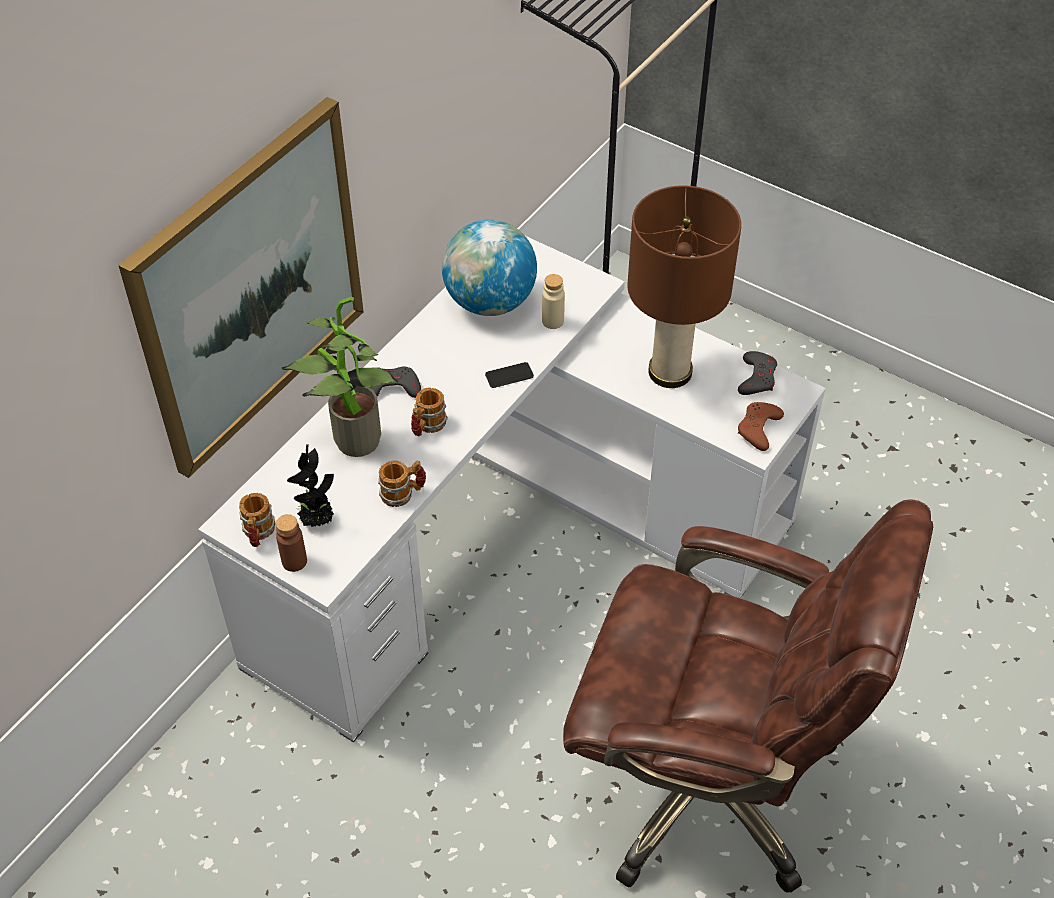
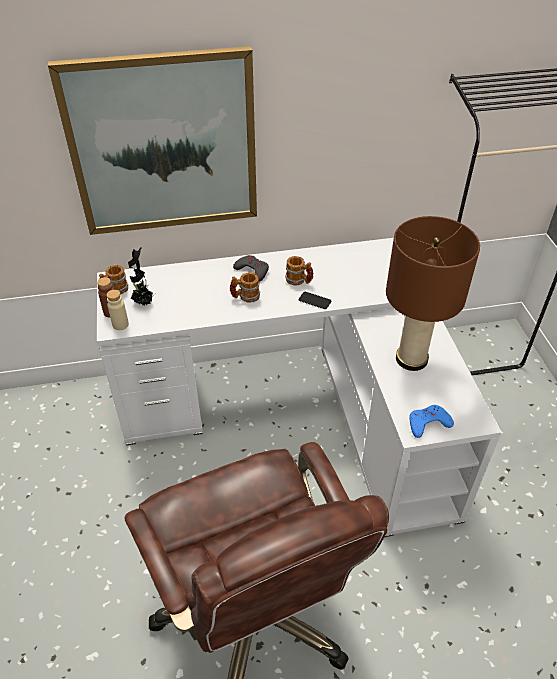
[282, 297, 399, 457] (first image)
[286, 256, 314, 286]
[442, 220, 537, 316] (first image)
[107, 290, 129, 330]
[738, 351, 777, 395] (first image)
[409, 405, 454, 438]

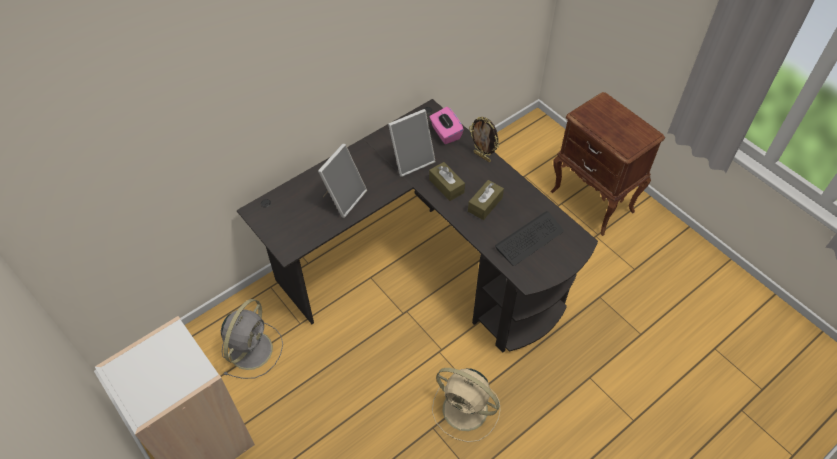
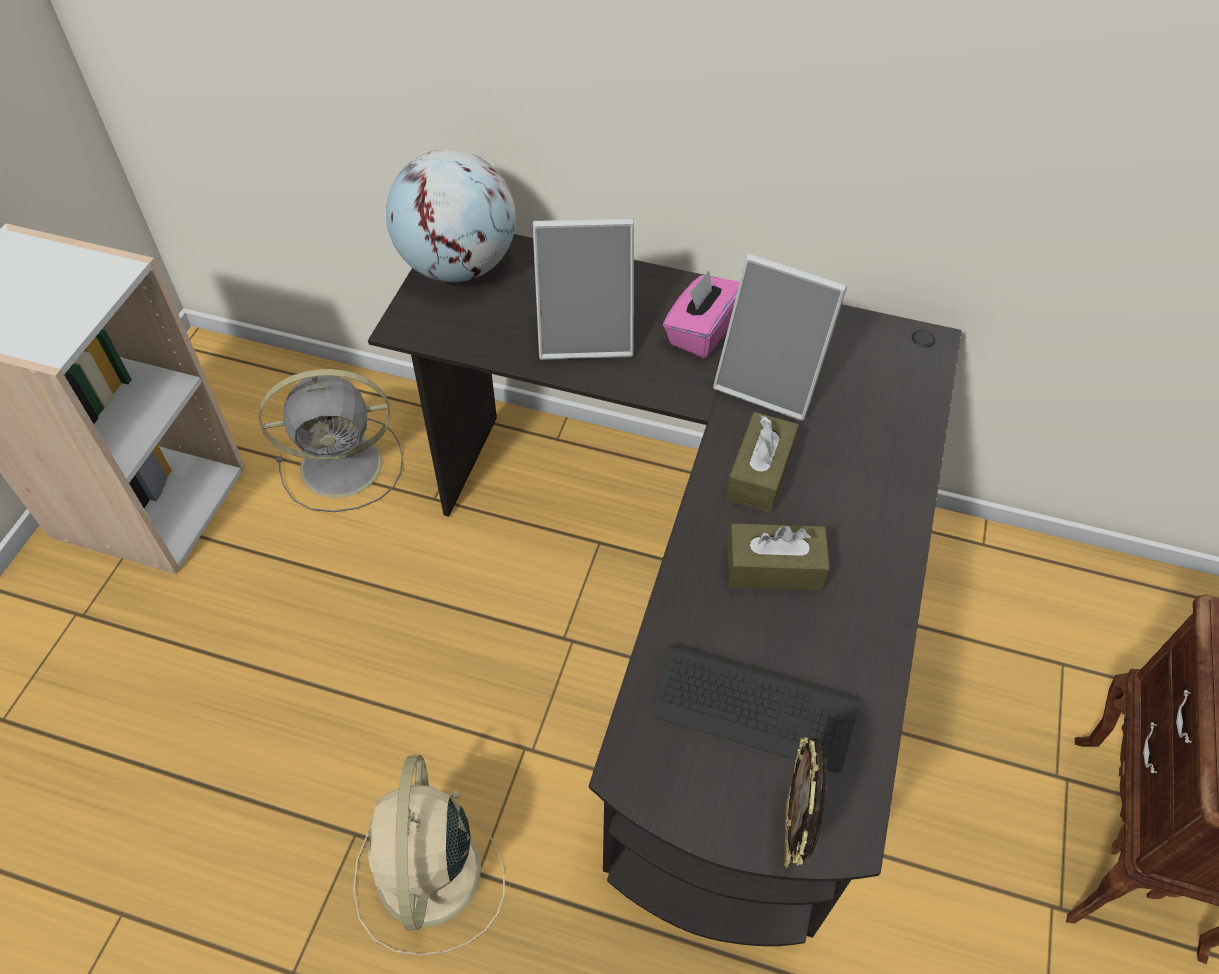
[663, 270, 740, 358]
[784, 737, 827, 869]
[386, 149, 516, 282]

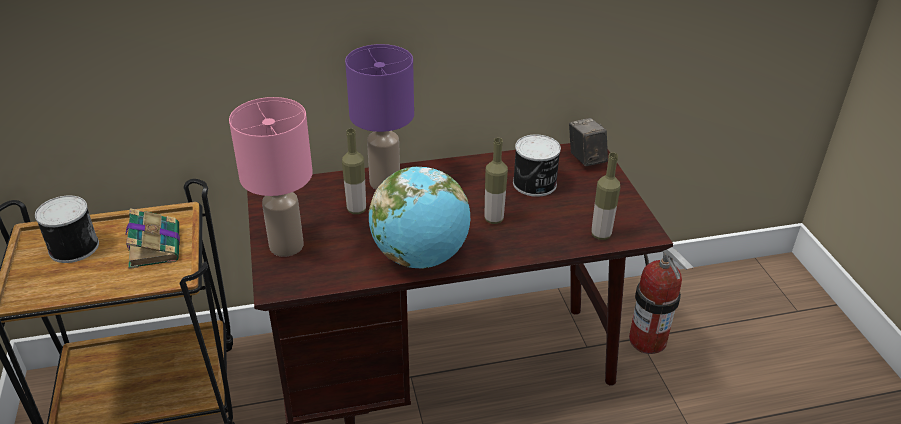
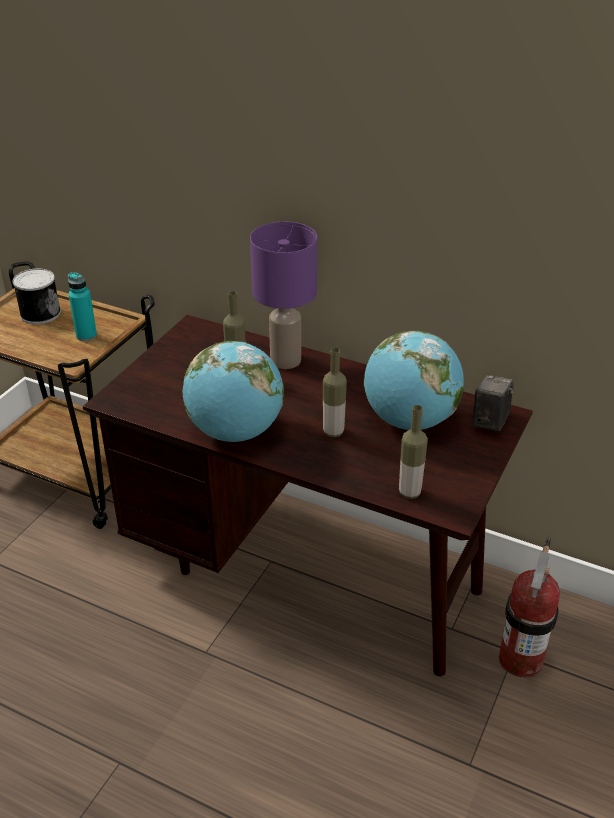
[68, 272, 97, 341]
[229, 97, 313, 257] (first image)
[364, 331, 464, 430]

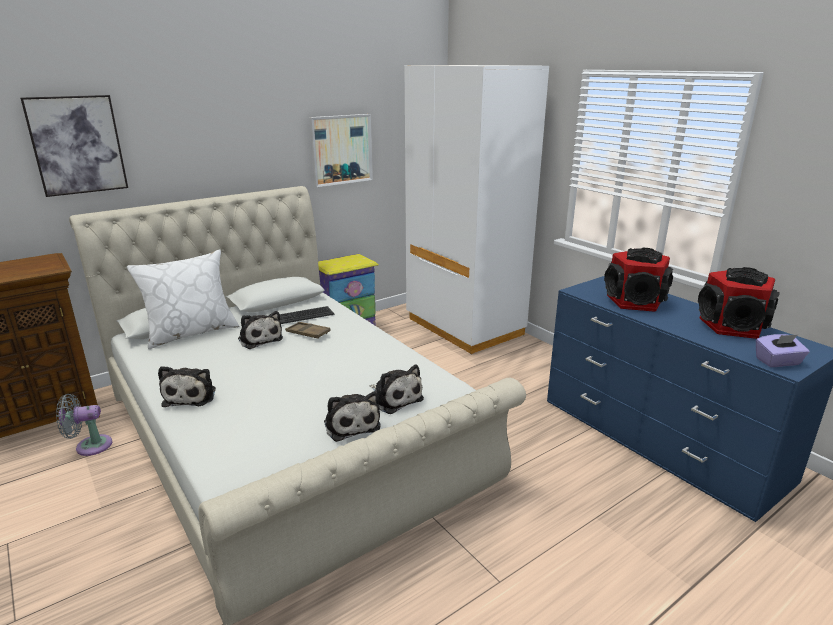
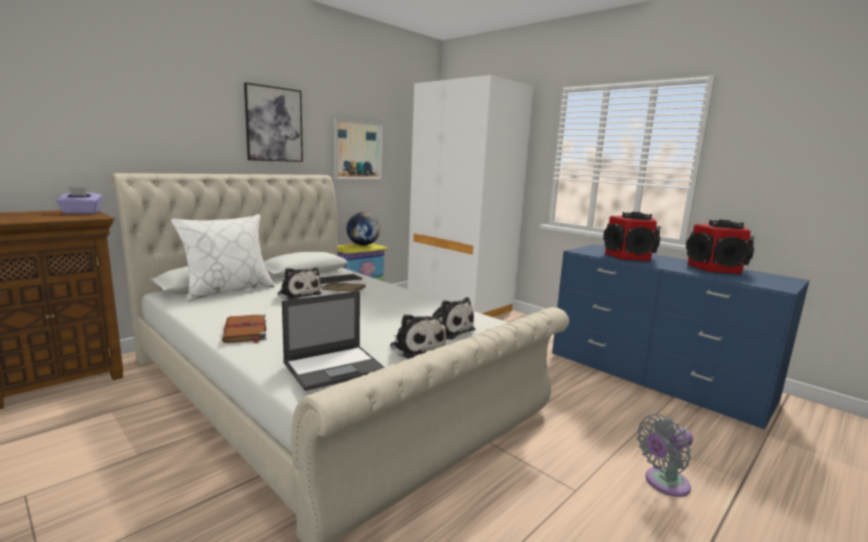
[244, 82, 303, 162]
[637, 414, 693, 497]
[222, 314, 266, 343]
[56, 187, 103, 214]
[282, 291, 385, 391]
[347, 212, 380, 246]

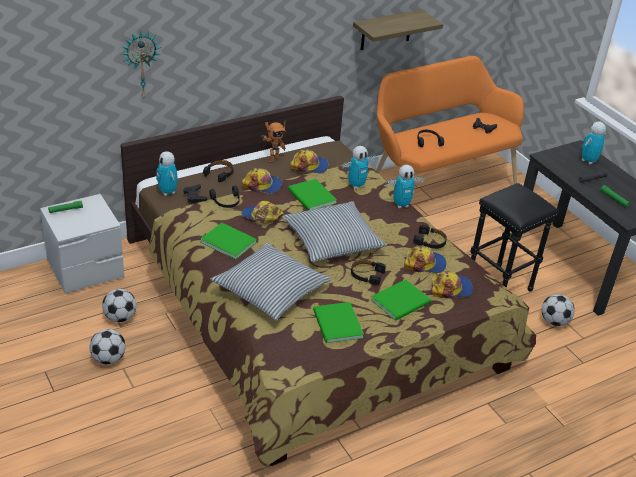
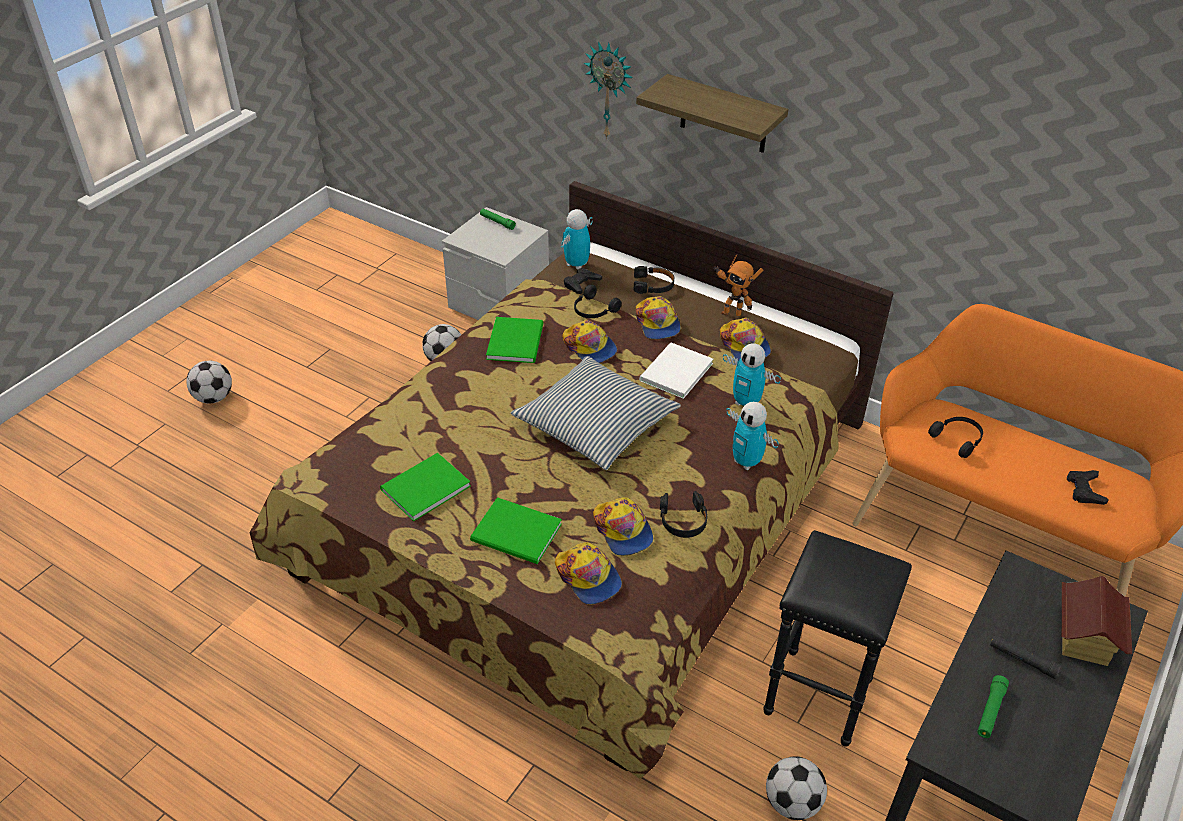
[186, 361, 232, 404]
[210, 243, 331, 320] (first image)
[562, 319, 617, 363]
[639, 343, 713, 399]
[351, 260, 386, 285] (first image)
[636, 74, 789, 153]
[1062, 576, 1132, 666]

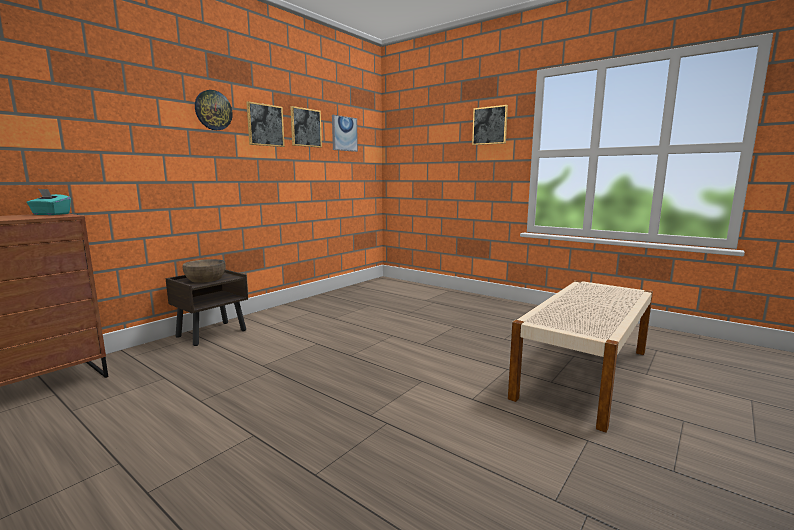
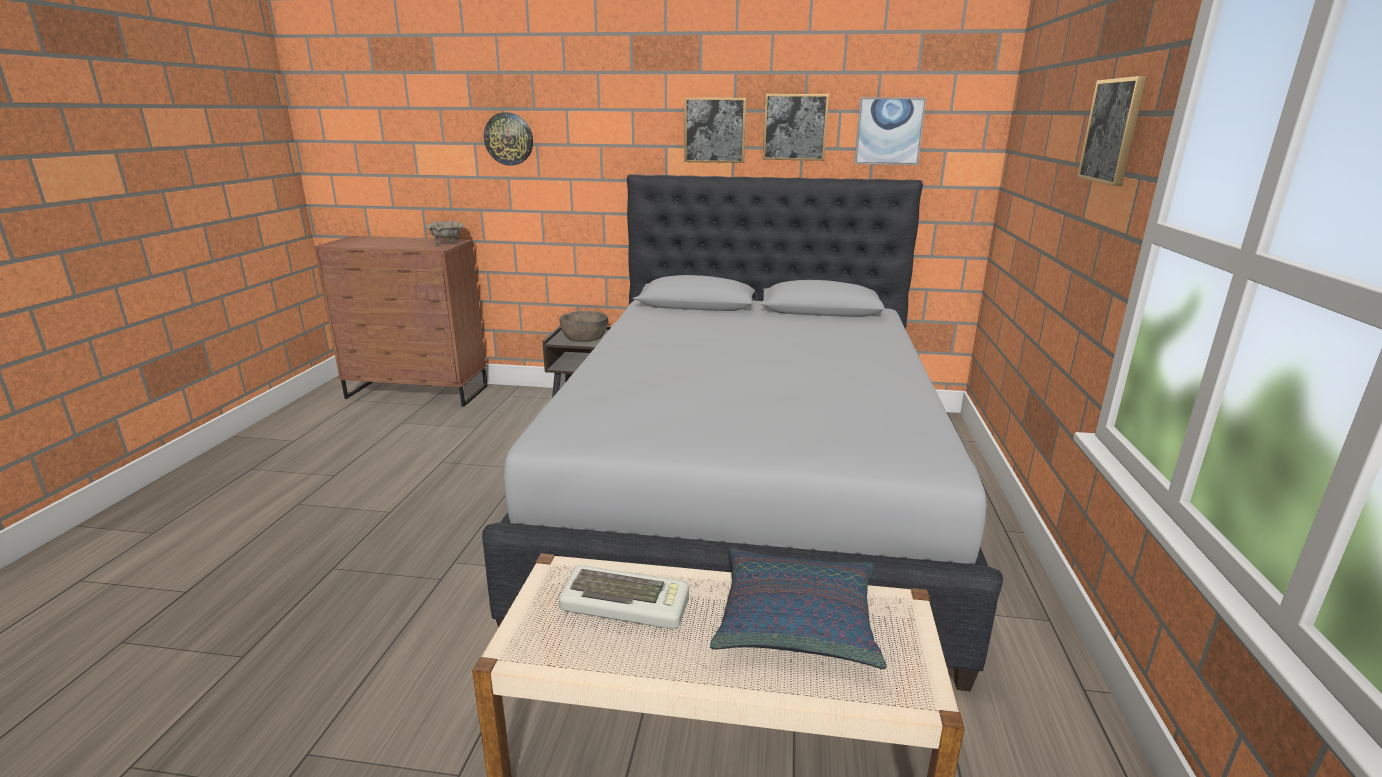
[425, 221, 464, 246]
[484, 112, 533, 166]
[482, 174, 1003, 691]
[559, 565, 689, 629]
[710, 548, 887, 669]

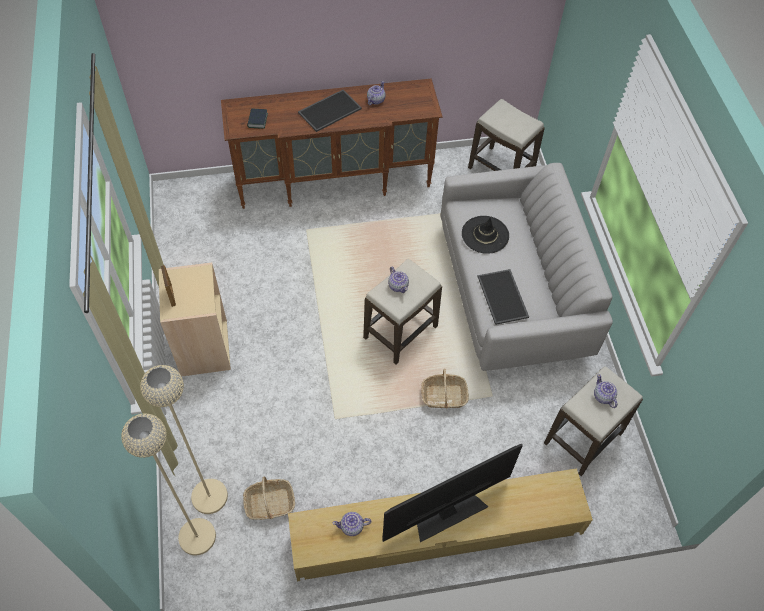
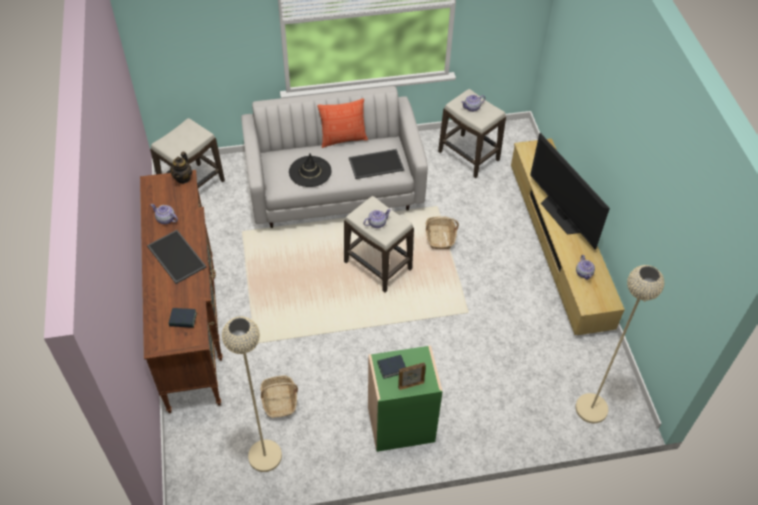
[222, 317, 282, 472]
[368, 345, 443, 452]
[260, 375, 298, 418]
[170, 152, 192, 184]
[317, 98, 368, 148]
[378, 355, 406, 379]

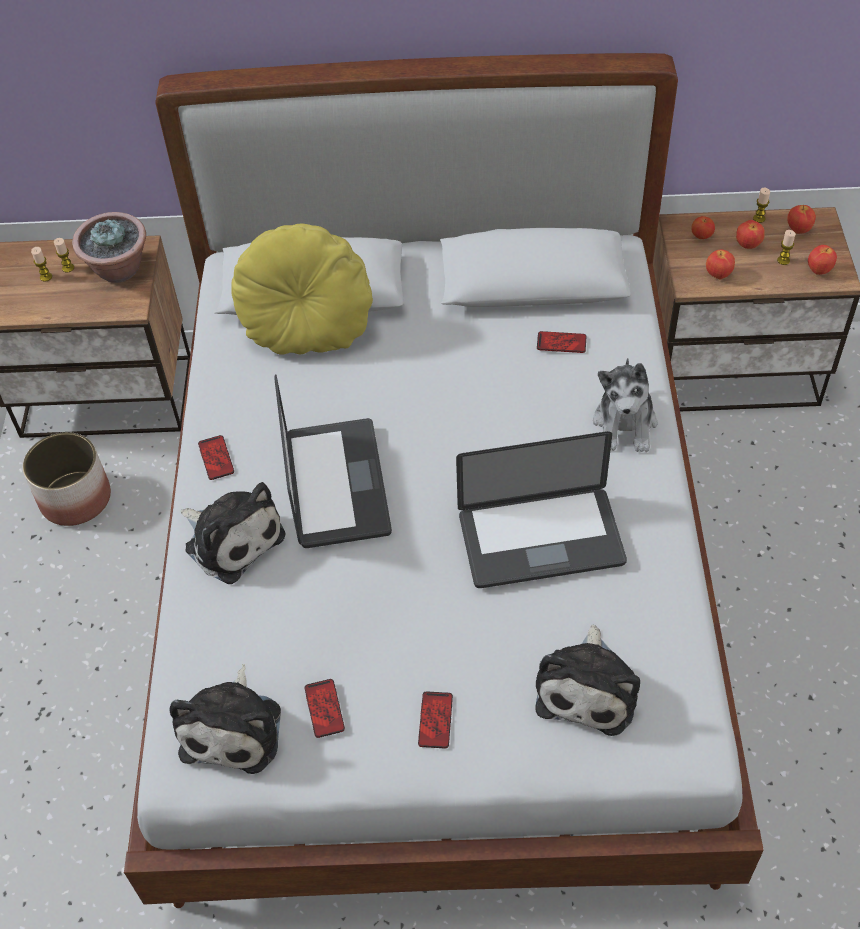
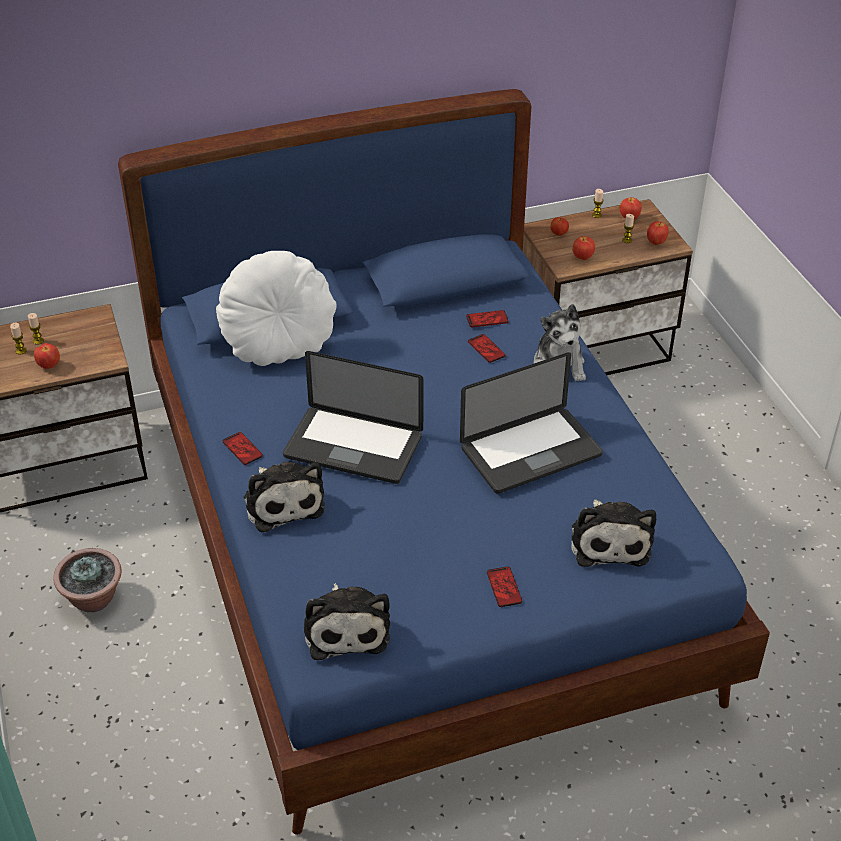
[23, 432, 111, 526] (first image)
[53, 548, 122, 612]
[118, 89, 770, 835]
[244, 462, 325, 533]
[216, 251, 336, 366]
[283, 351, 423, 484]
[468, 334, 506, 363]
[34, 343, 60, 369]

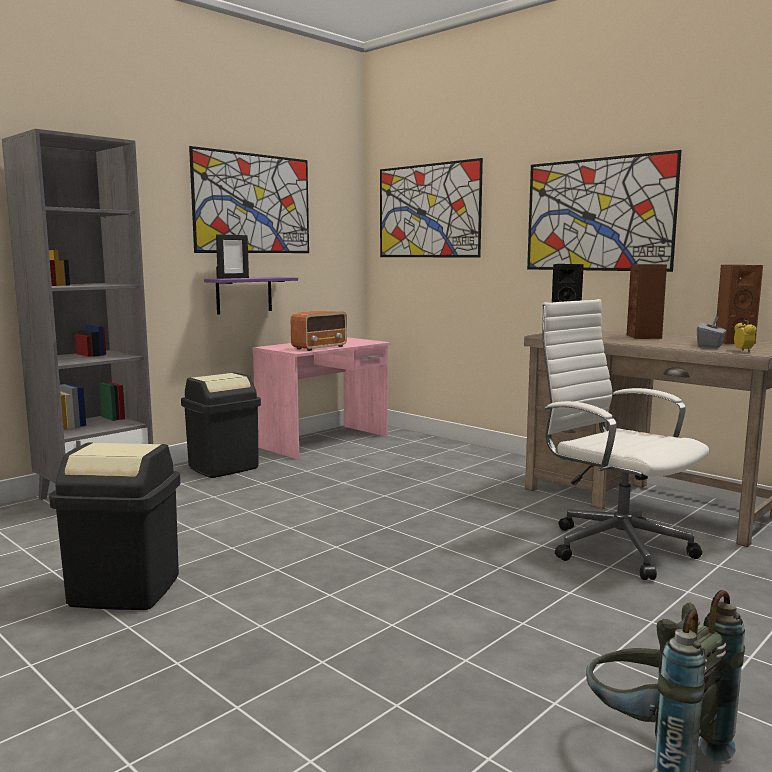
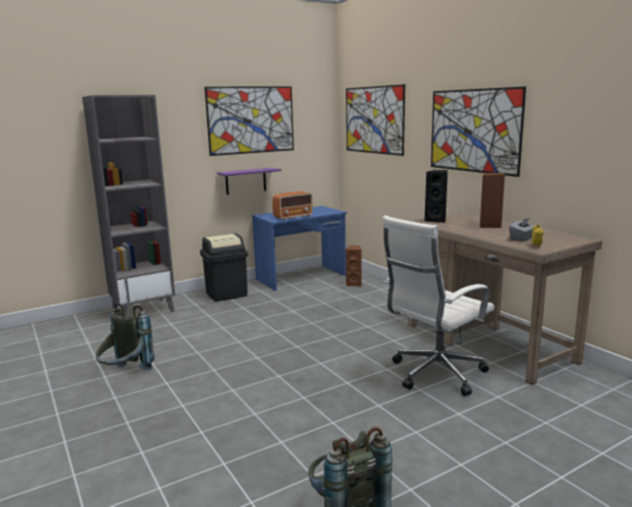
[96, 303, 155, 371]
[216, 235, 249, 279] (first image)
[252, 206, 347, 291]
[383, 216, 495, 396]
[346, 246, 362, 286]

